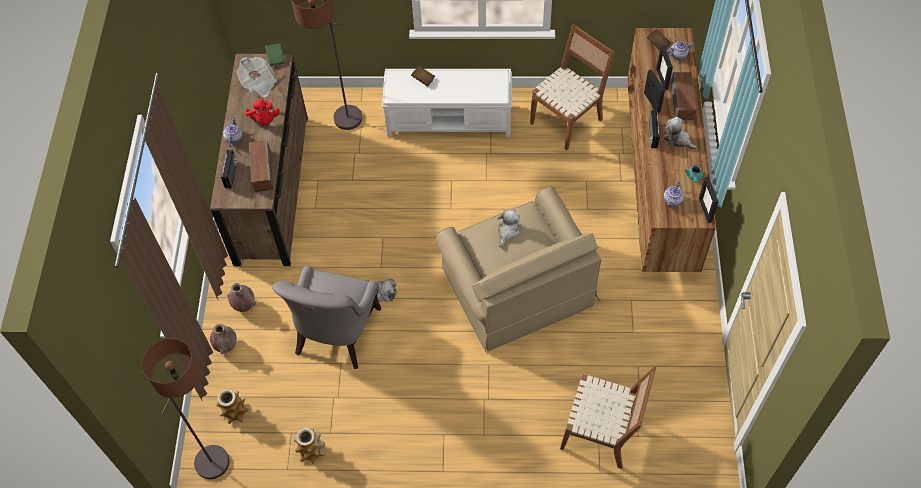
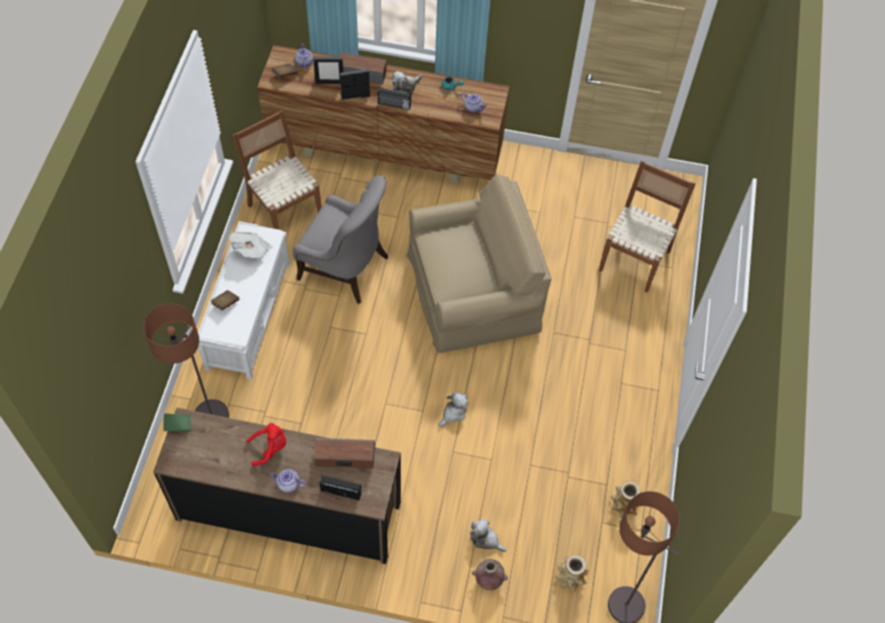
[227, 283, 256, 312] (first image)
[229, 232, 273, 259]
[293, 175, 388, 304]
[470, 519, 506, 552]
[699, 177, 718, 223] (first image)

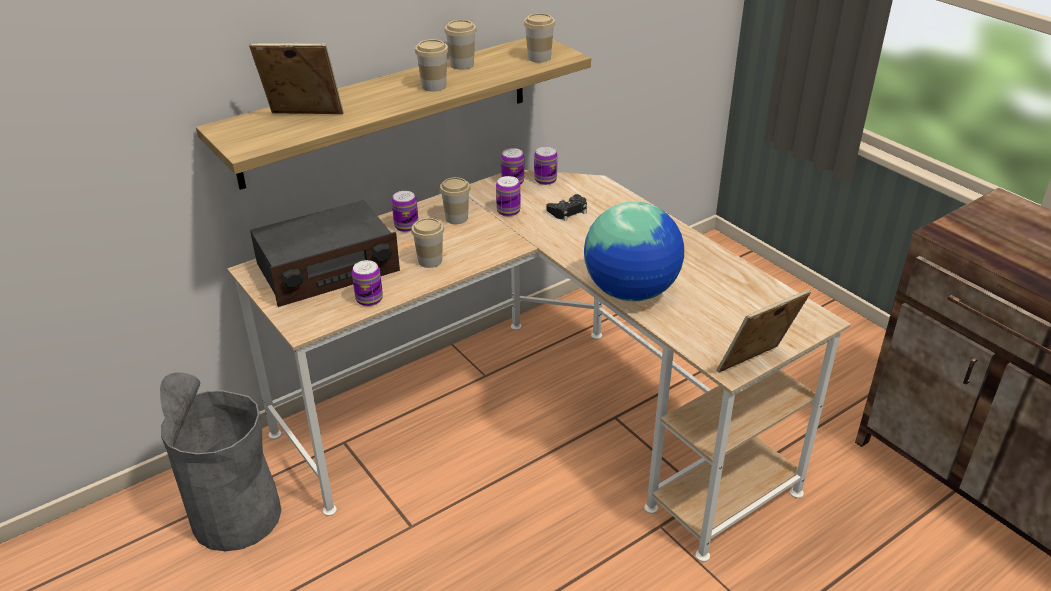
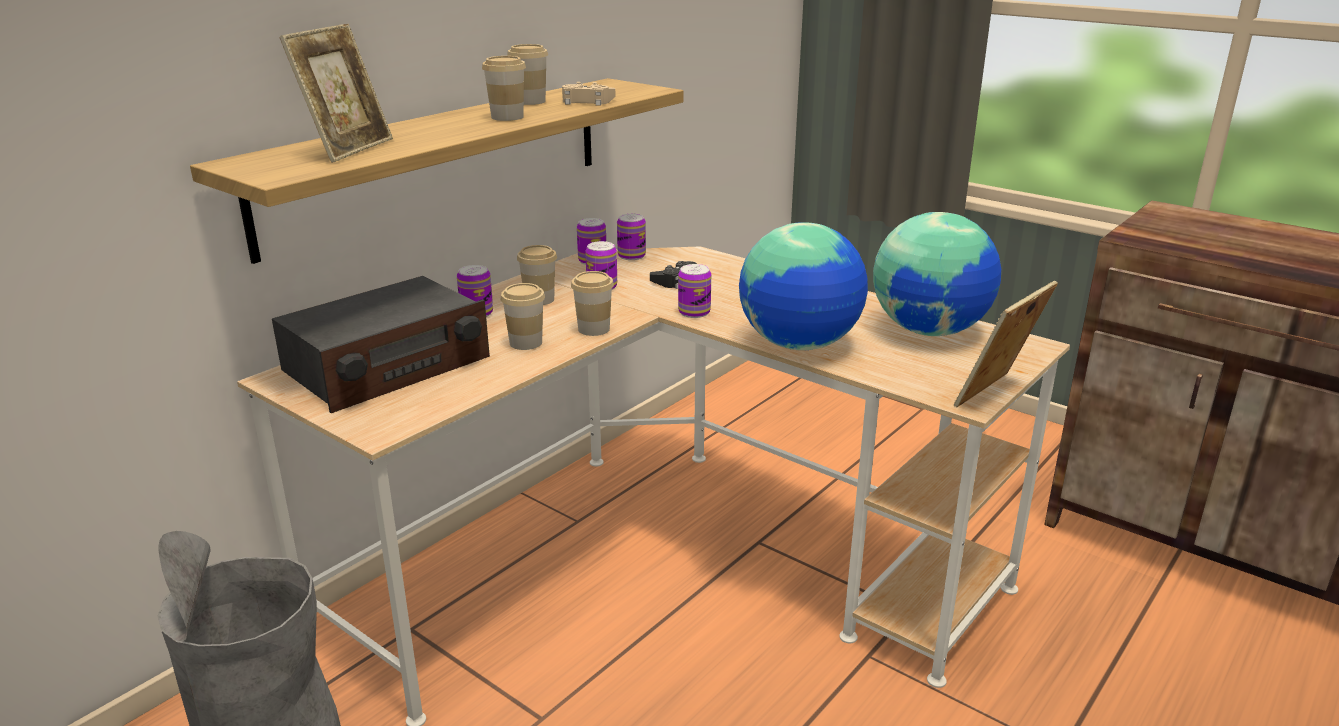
[279, 24, 393, 163]
[678, 264, 711, 318]
[571, 271, 614, 336]
[562, 82, 615, 106]
[873, 212, 1001, 336]

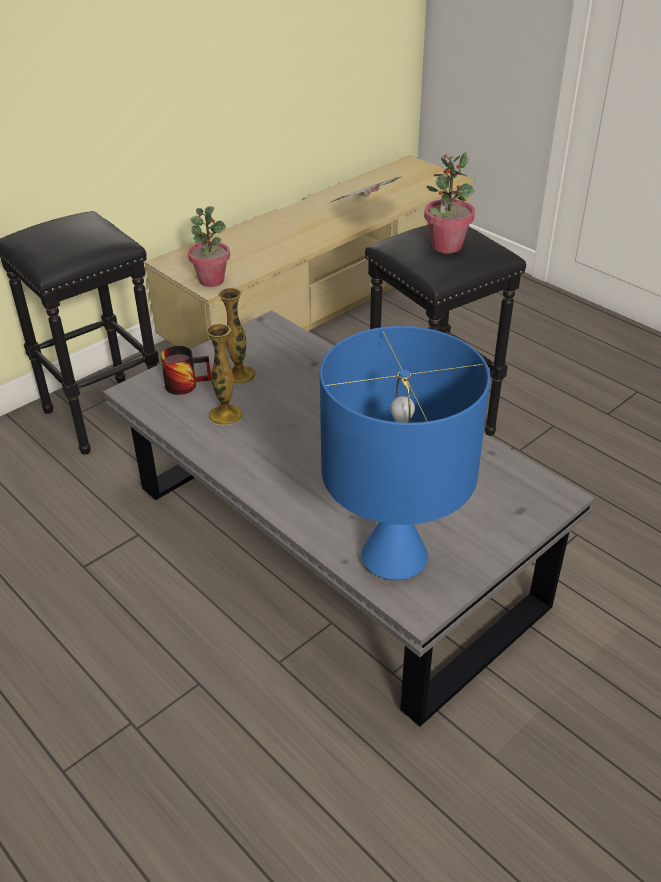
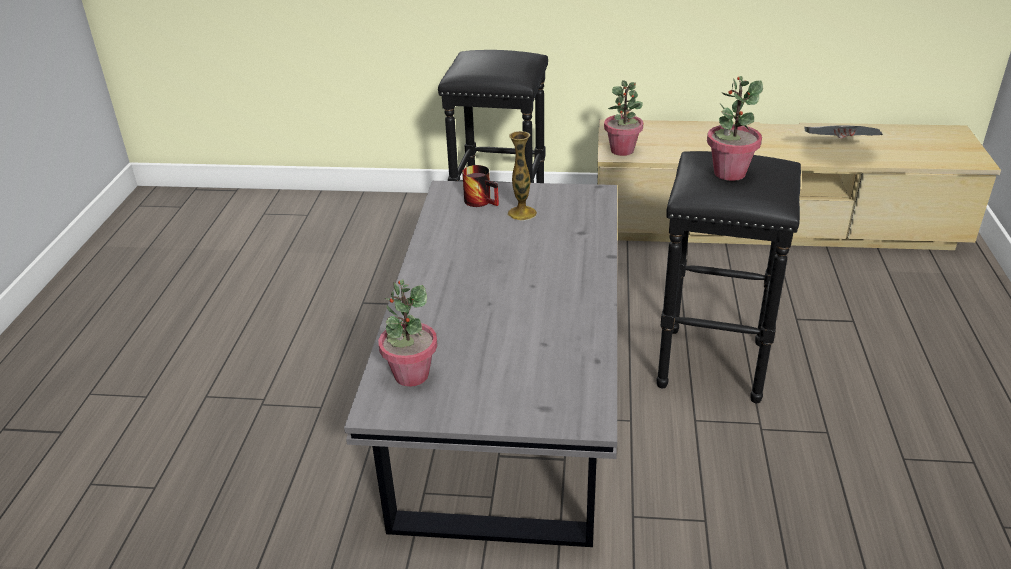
[206, 324, 242, 425] (first image)
[378, 279, 438, 387]

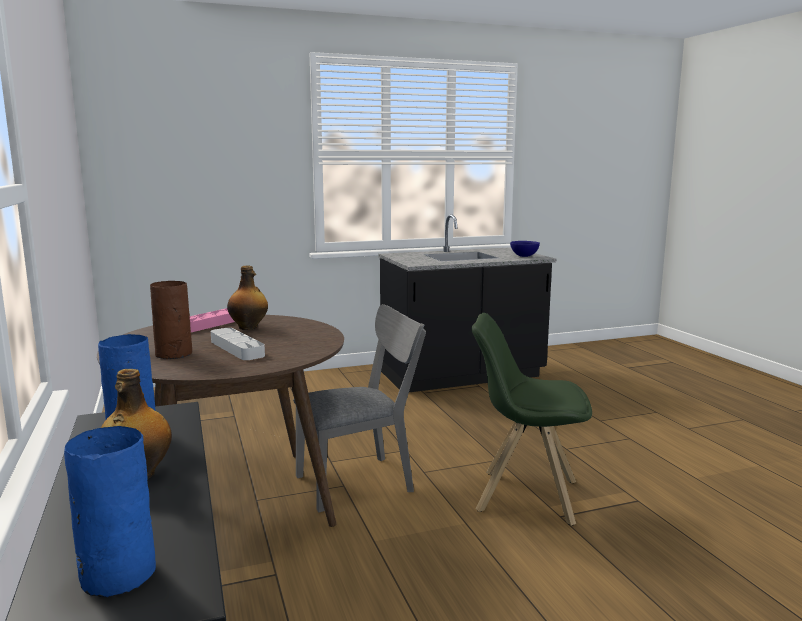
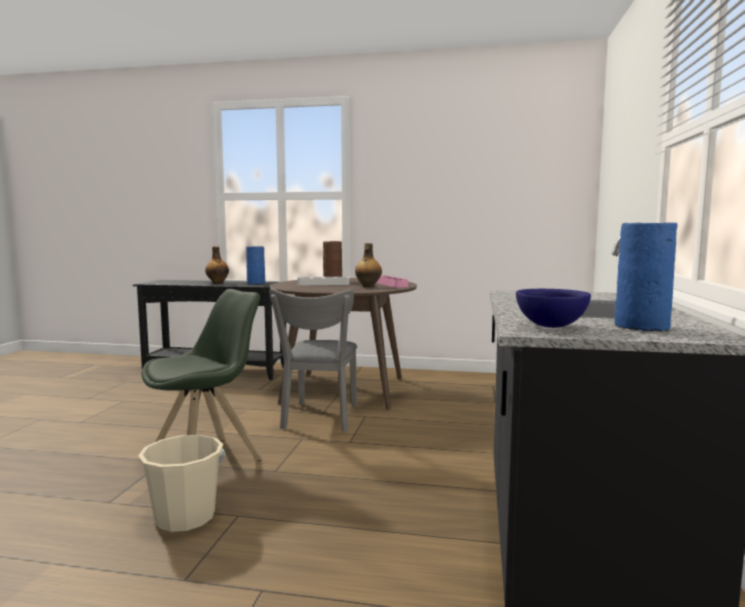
[615, 223, 678, 331]
[138, 435, 225, 532]

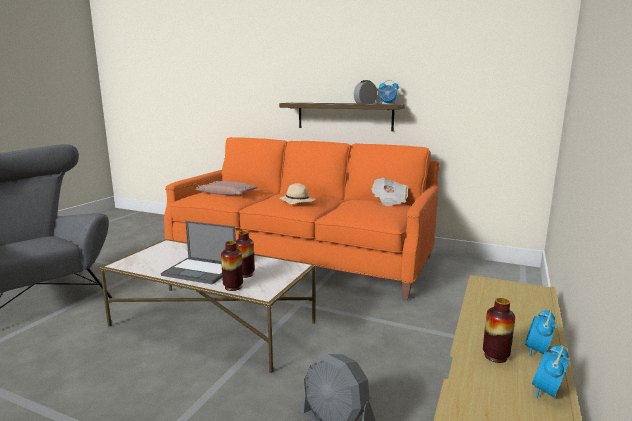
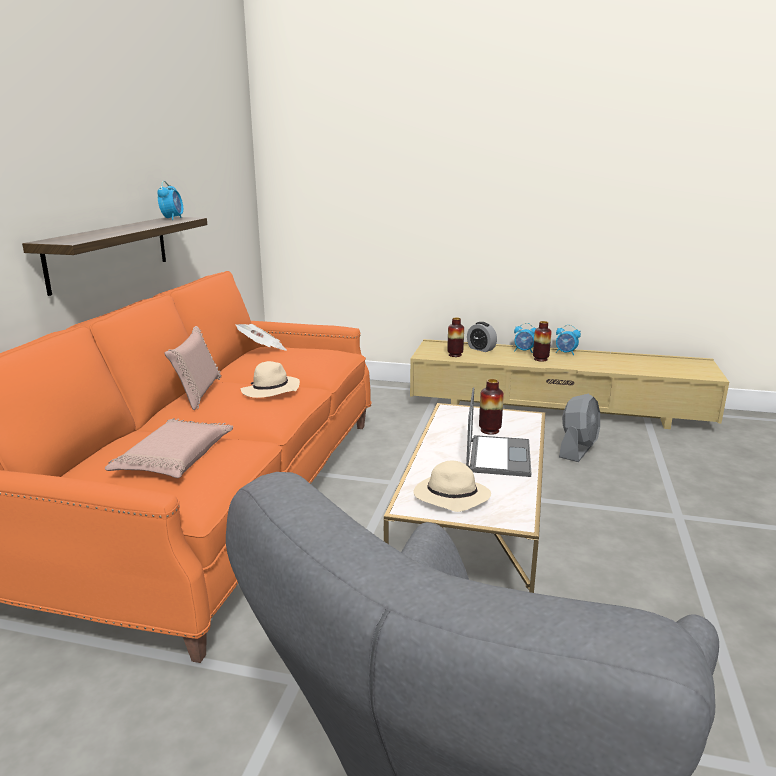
[447, 317, 464, 357]
[467, 322, 497, 352]
[165, 326, 222, 410]
[413, 461, 491, 512]

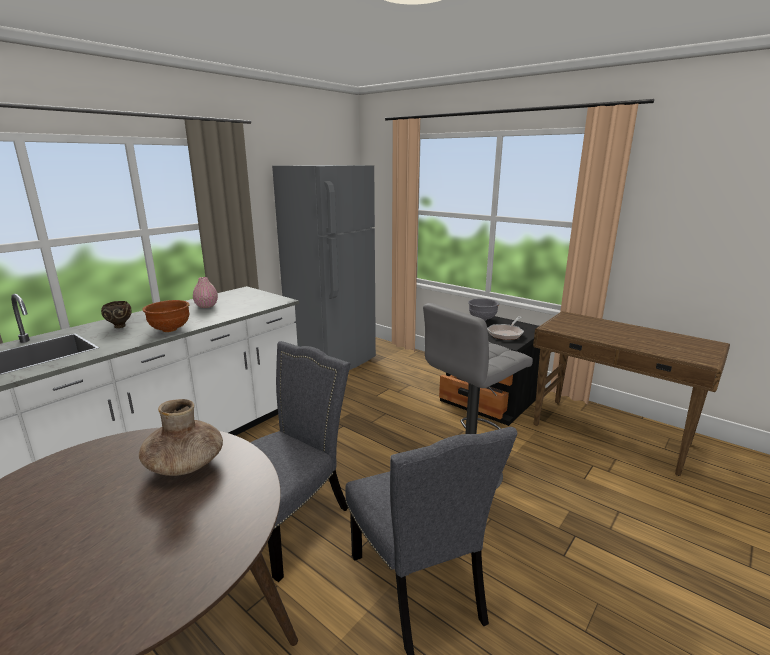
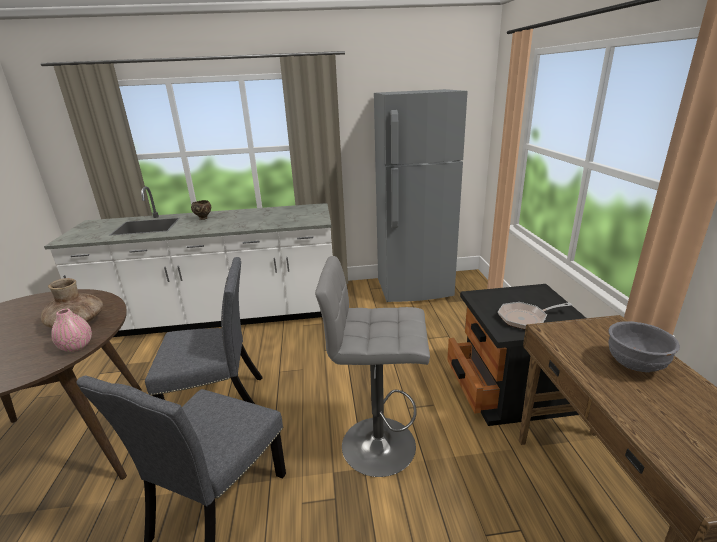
[142, 300, 190, 332] (first image)
[51, 309, 92, 352]
[608, 321, 680, 372]

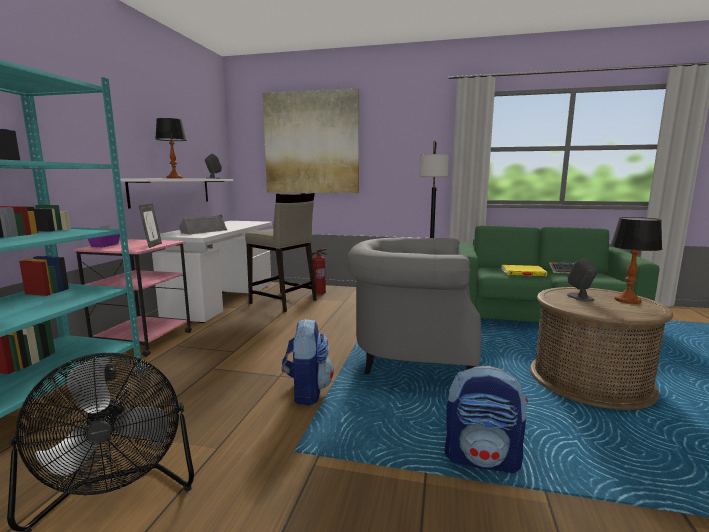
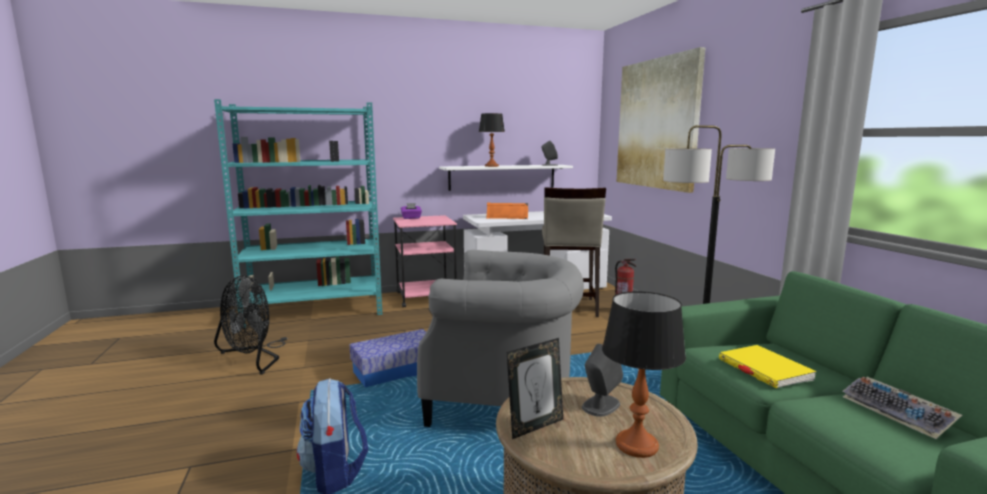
[507, 338, 563, 439]
[486, 203, 528, 219]
[350, 329, 426, 387]
[417, 250, 584, 427]

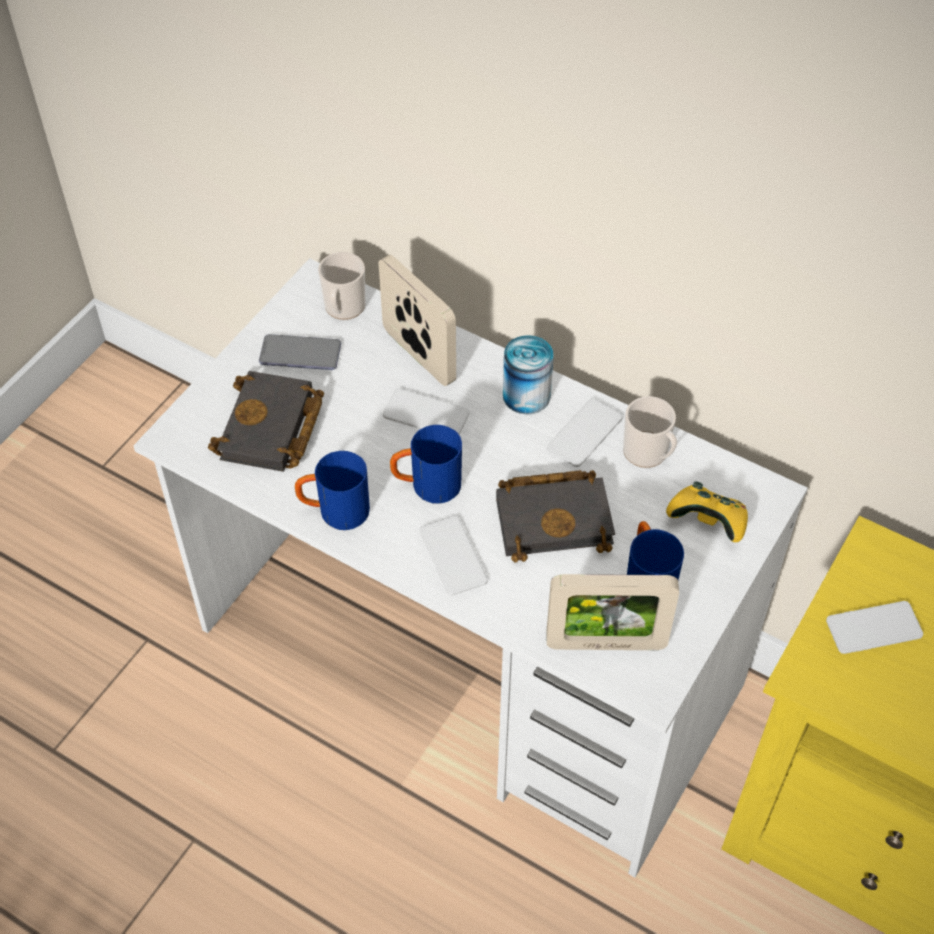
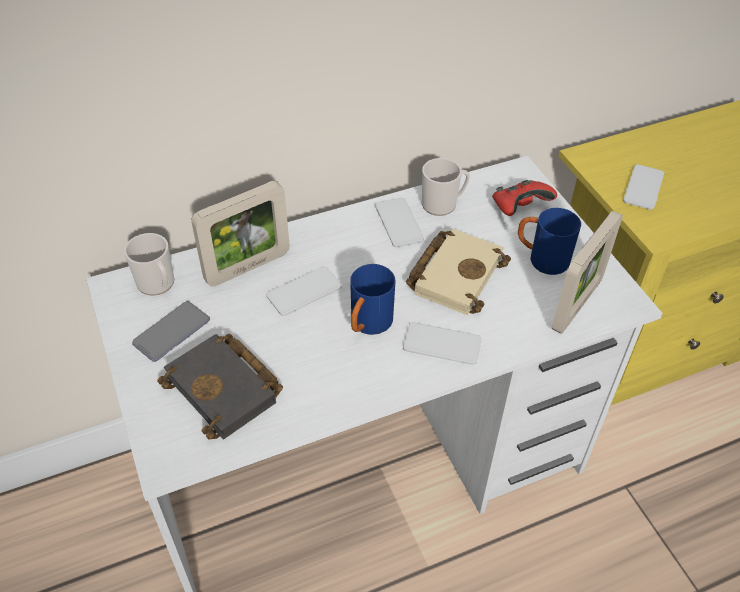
[295, 451, 370, 530] (first image)
[191, 181, 290, 287]
[406, 229, 511, 315]
[503, 335, 554, 414] (first image)
[492, 180, 557, 216]

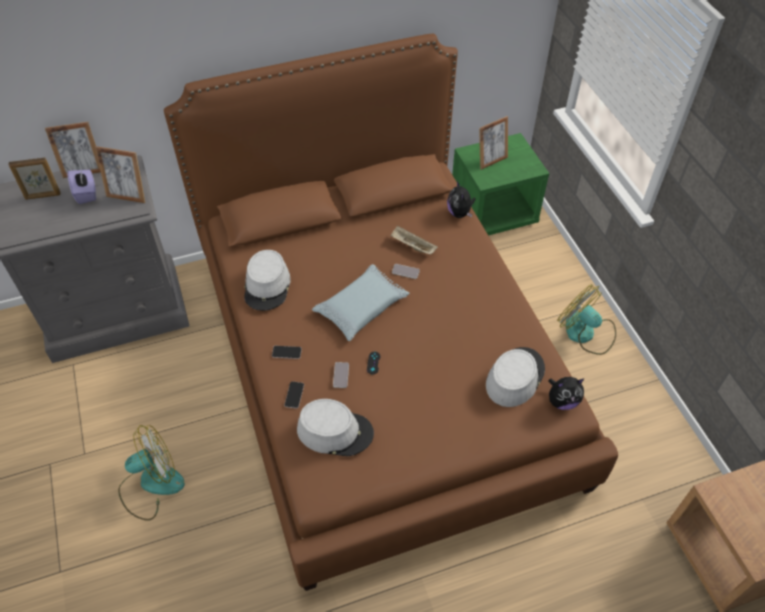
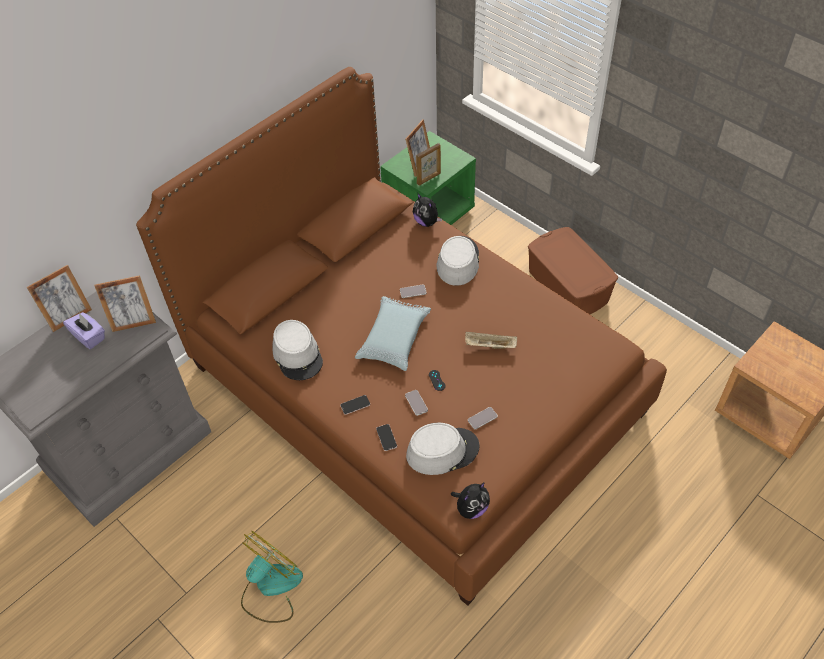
[416, 143, 441, 185]
[465, 331, 517, 349]
[436, 236, 479, 286]
[451, 482, 490, 519]
[528, 227, 618, 314]
[468, 407, 498, 429]

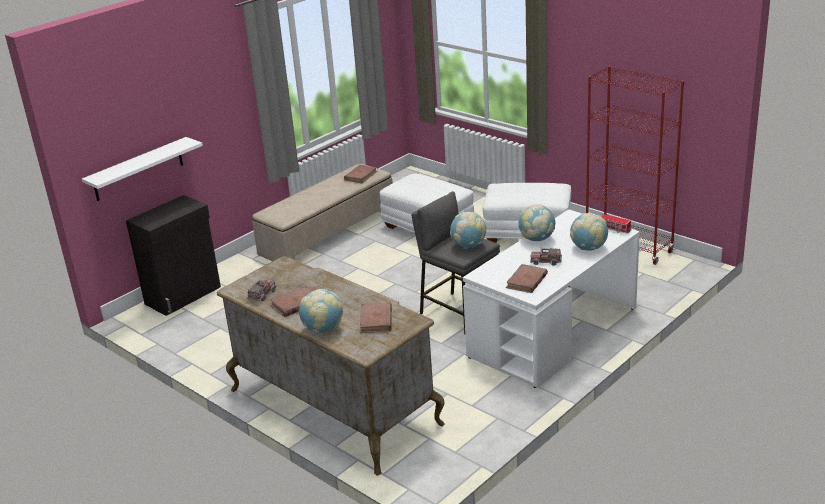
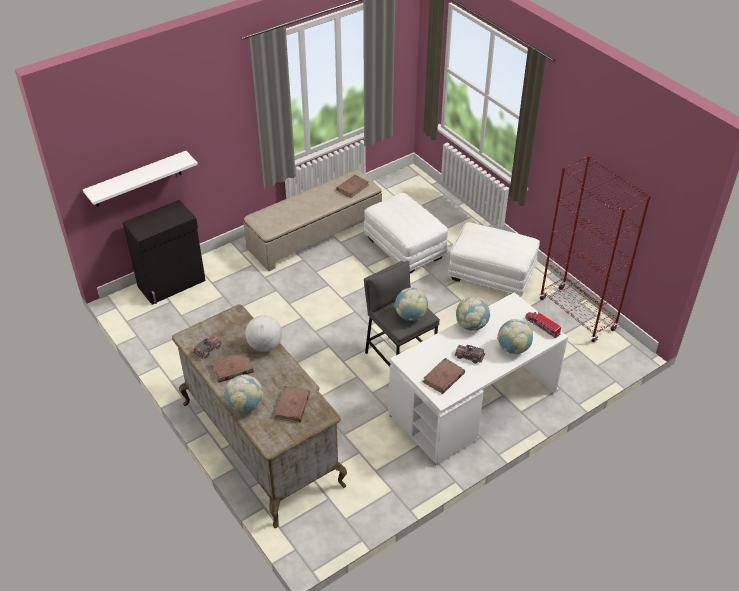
[245, 315, 282, 352]

